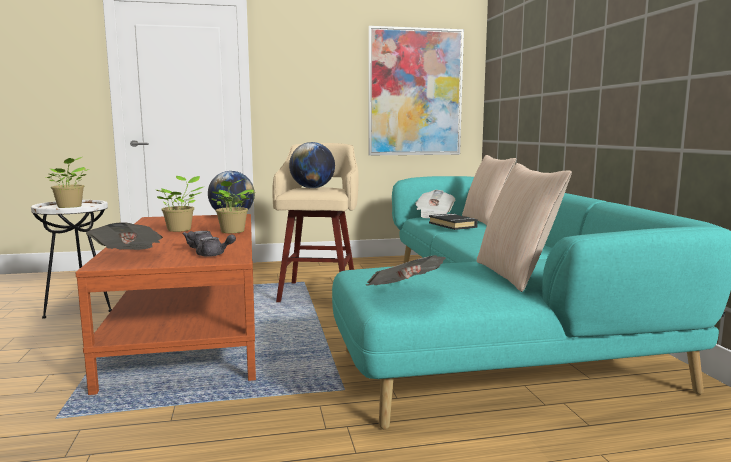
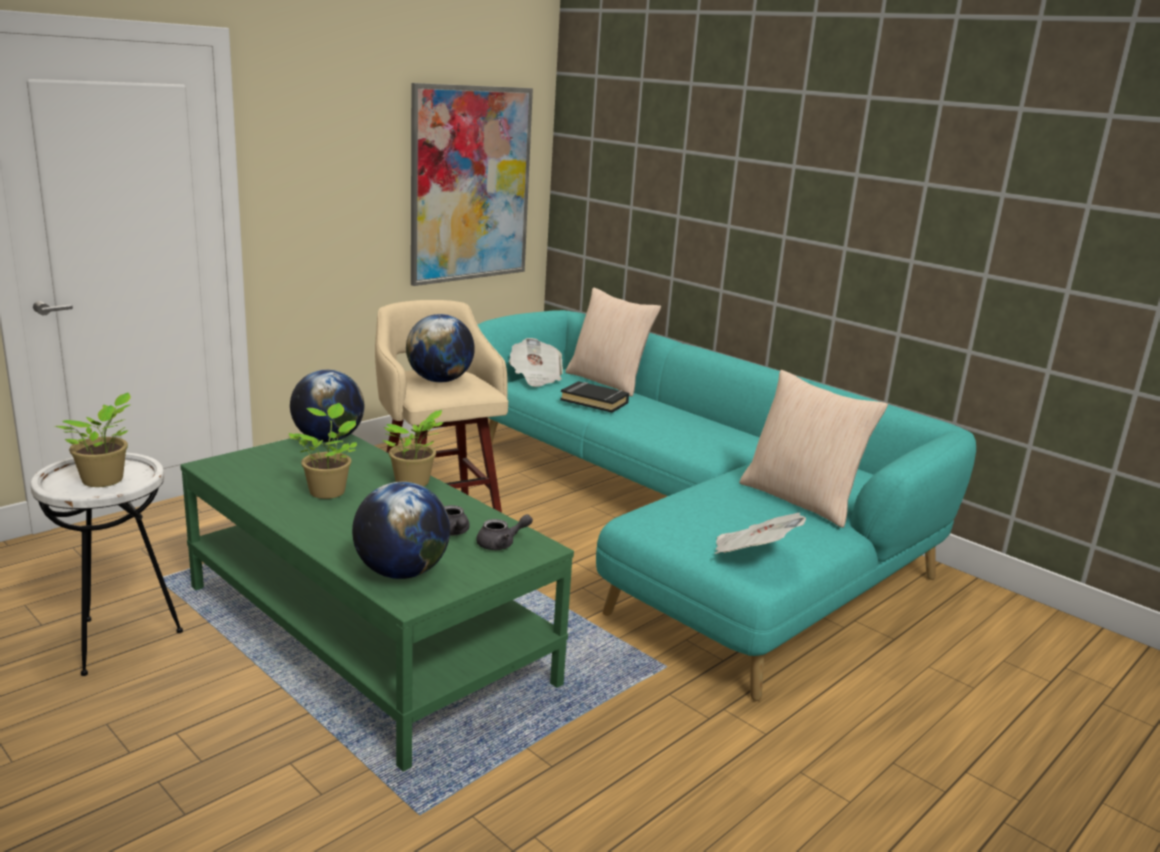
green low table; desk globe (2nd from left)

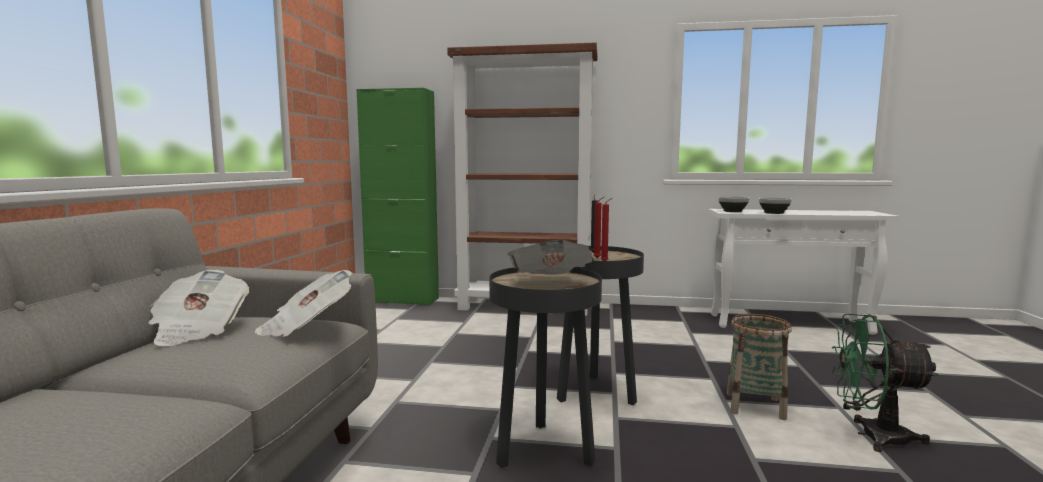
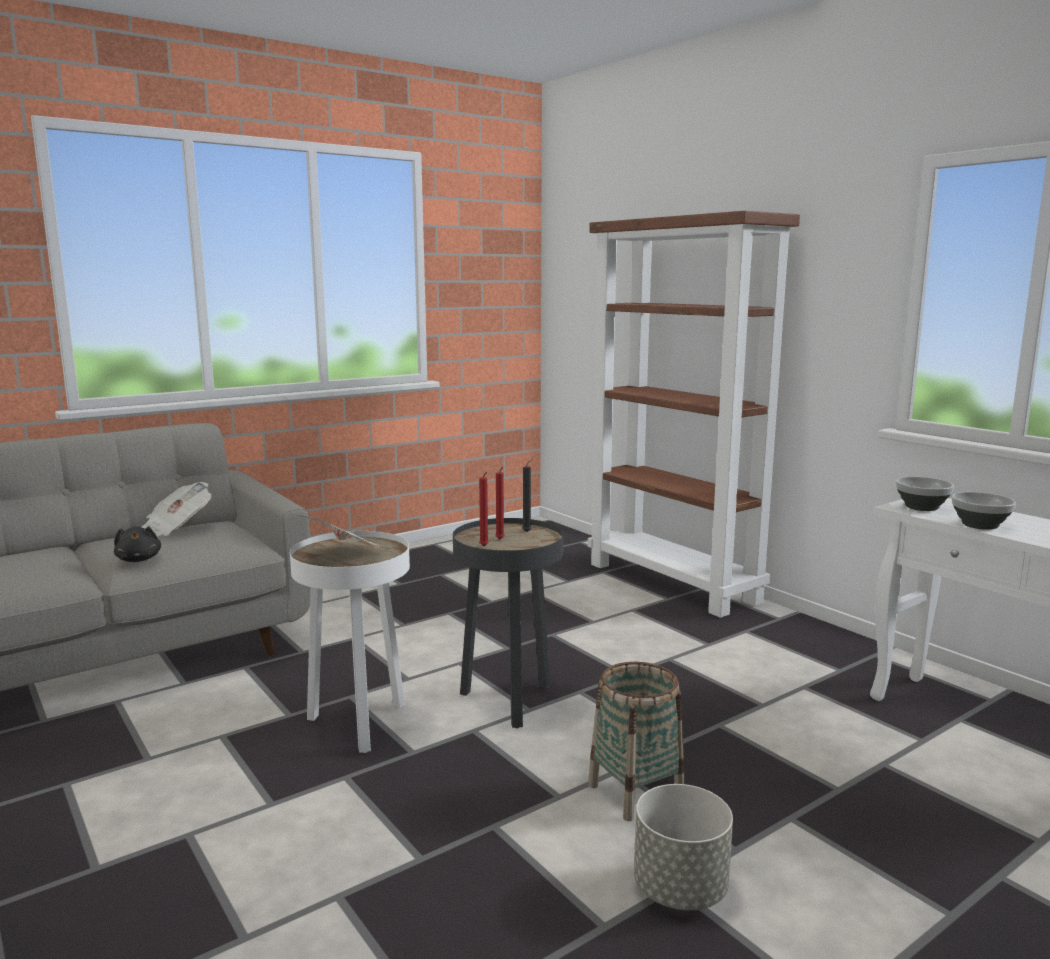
green cupboard; white accent table; printed paper (2nd from left in the first image); grey planter; blackish soft toy

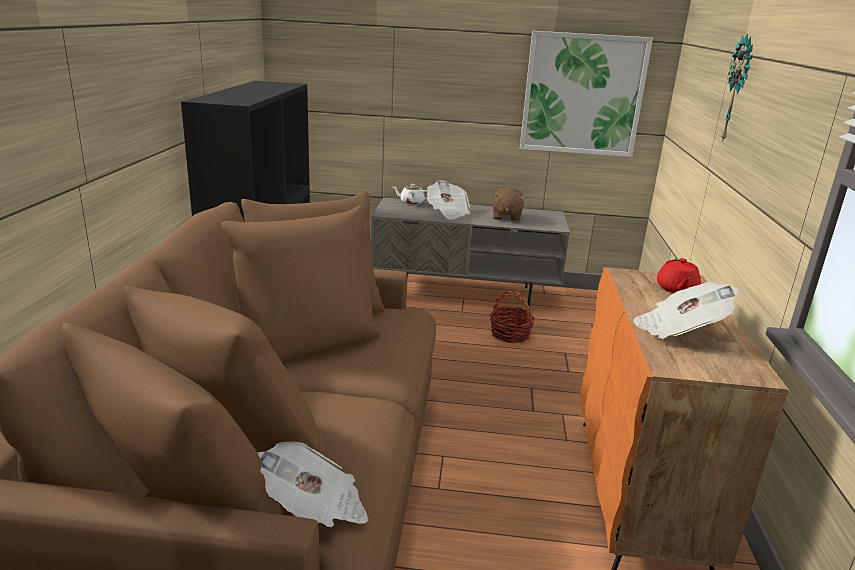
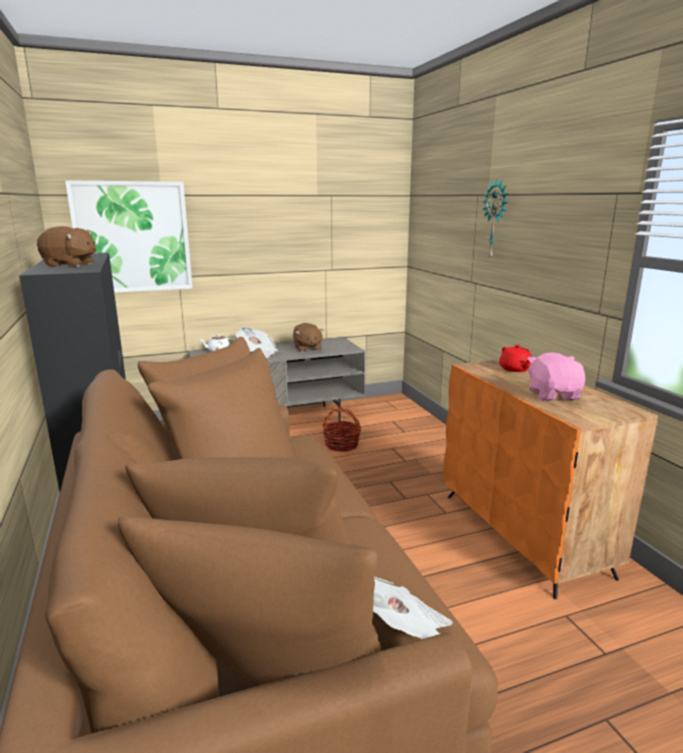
picture; pink-coloured soft toy; brownish soft toy (1st from left)

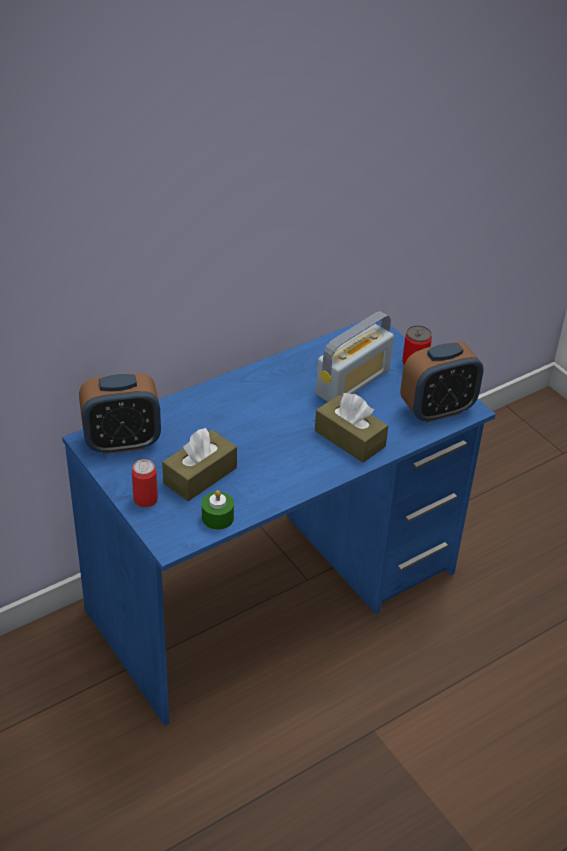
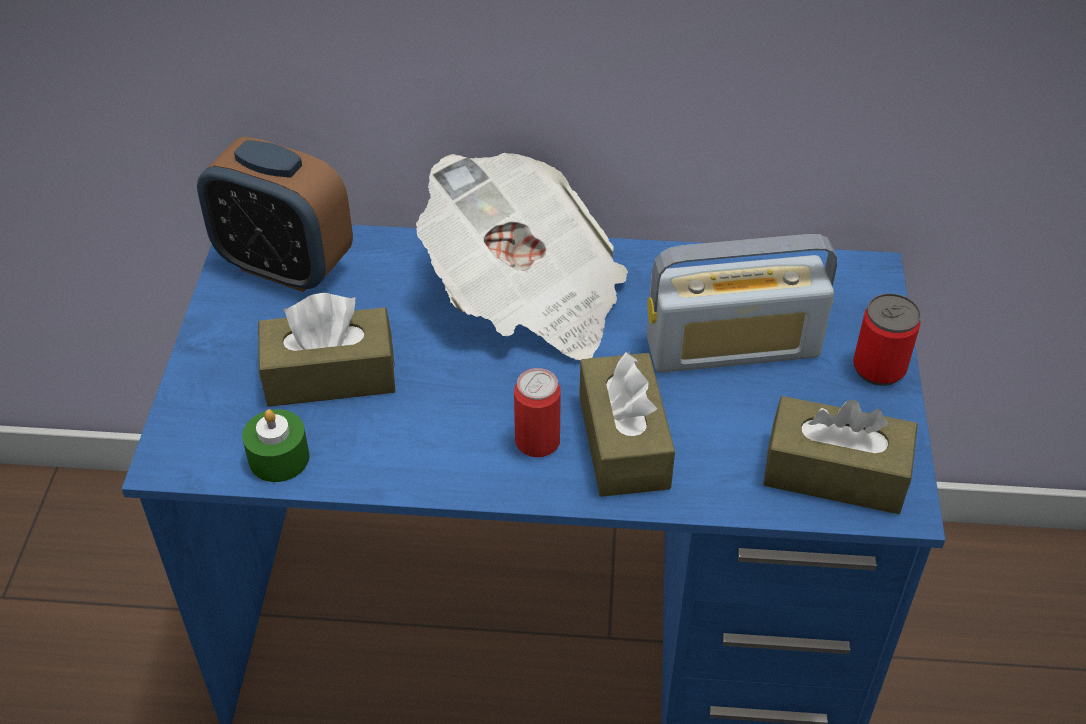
brownish tissue holder (3rd from left); sealed can (1st from left); printed paper

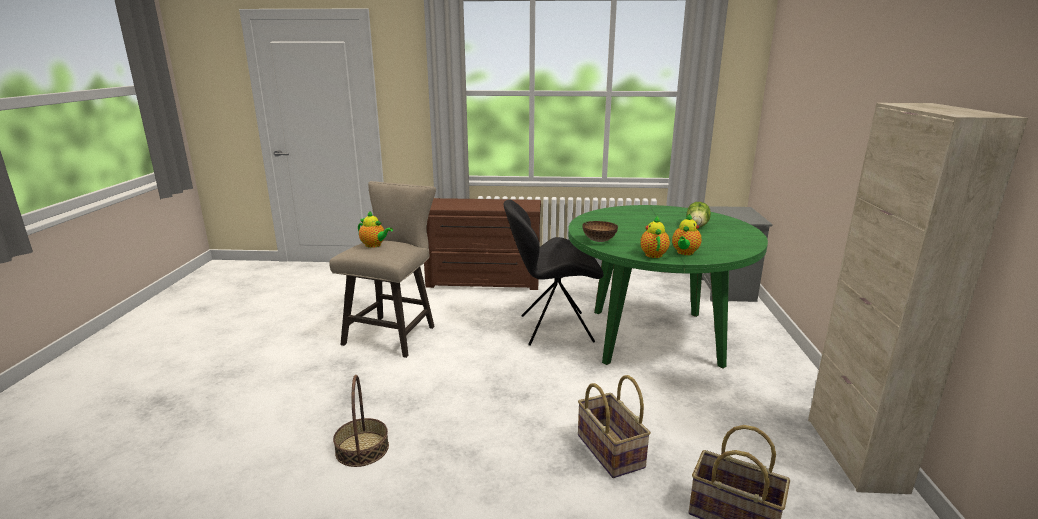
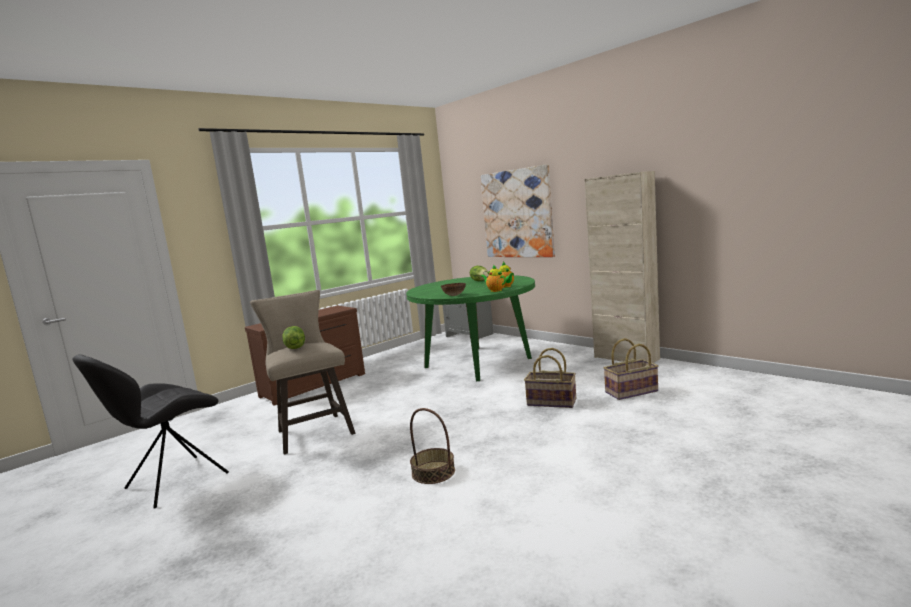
blackish plain chair; head of lettuce (1st from left); picture

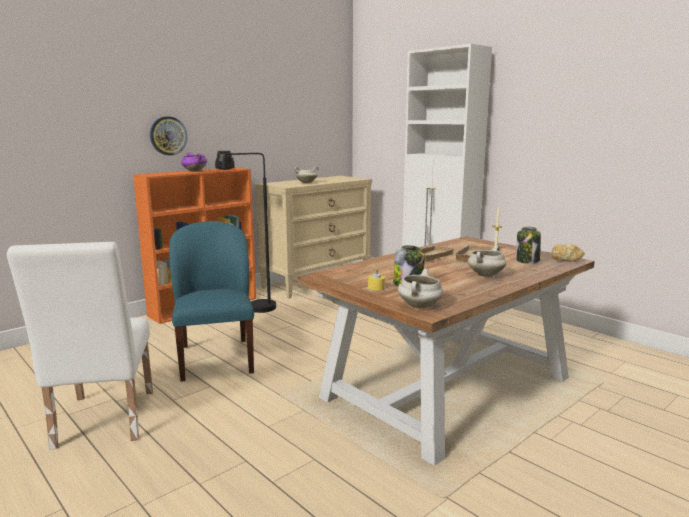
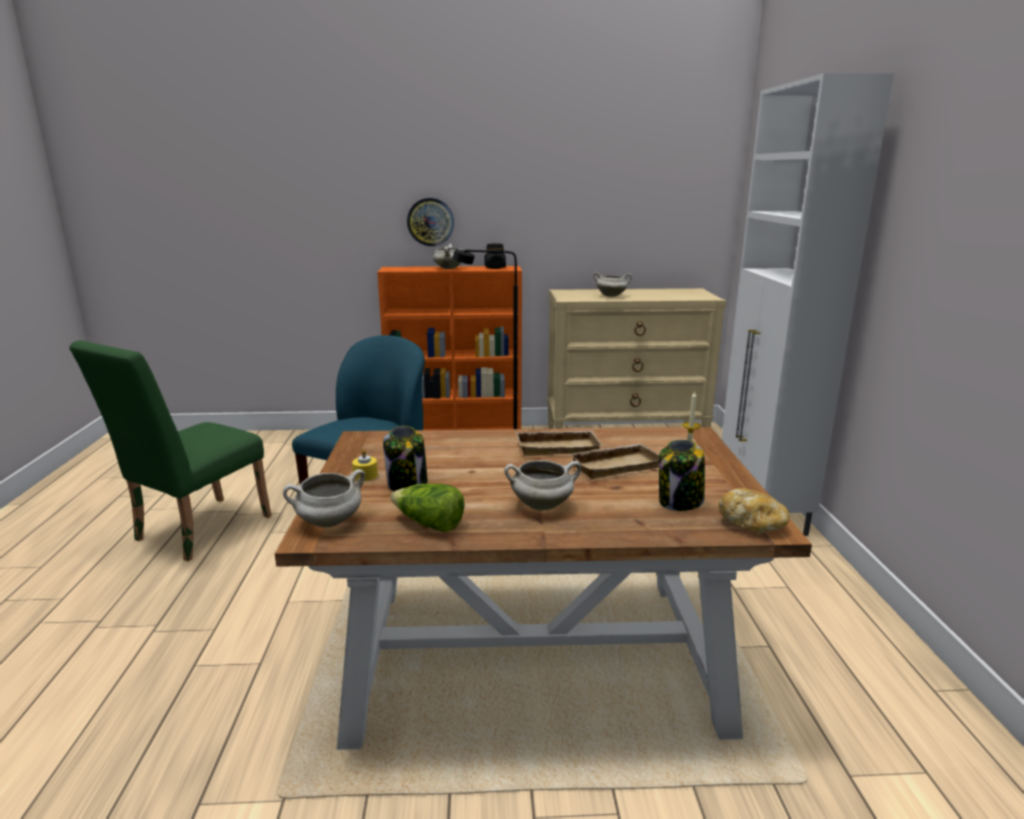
white saucepot (2nd from left); green plain chair; head of lettuce

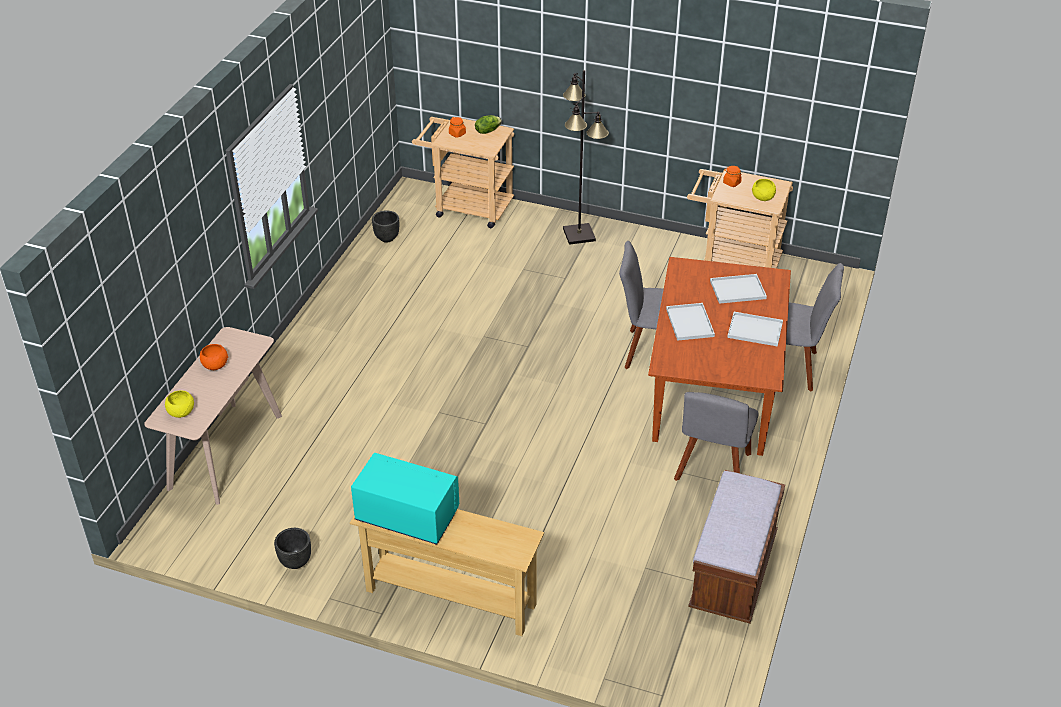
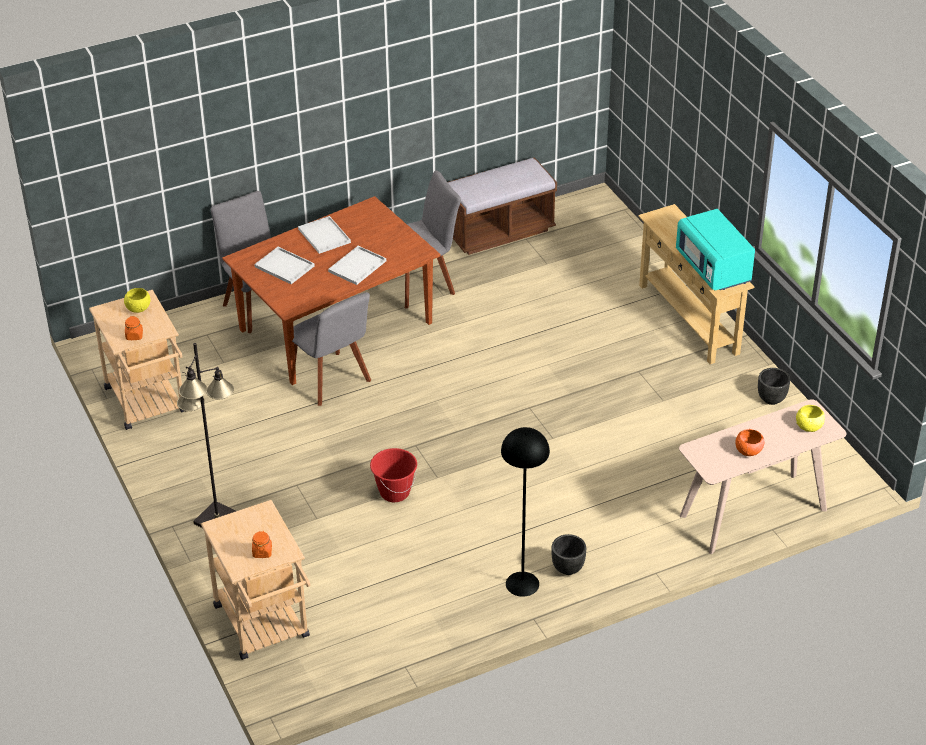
head of lettuce; blackish planter (1st from left); blackish standard lamp (2nd from left); red-coloured pail

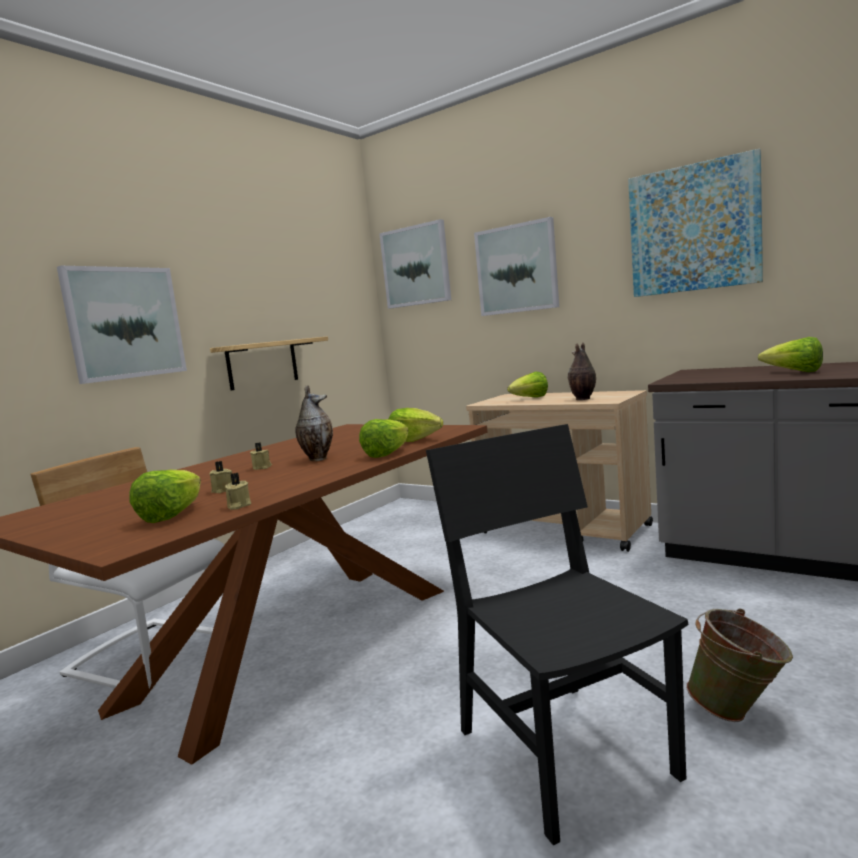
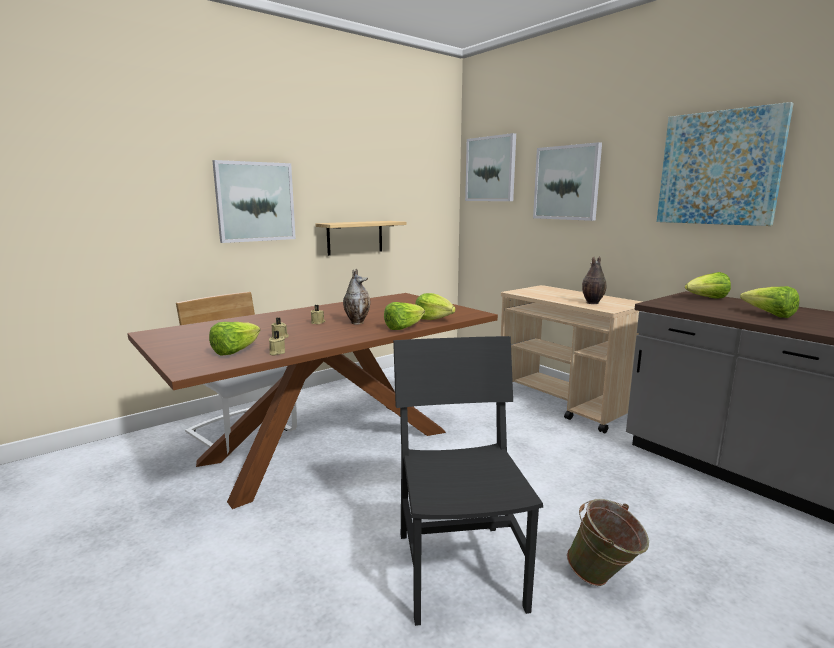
head of lettuce (4th from left)

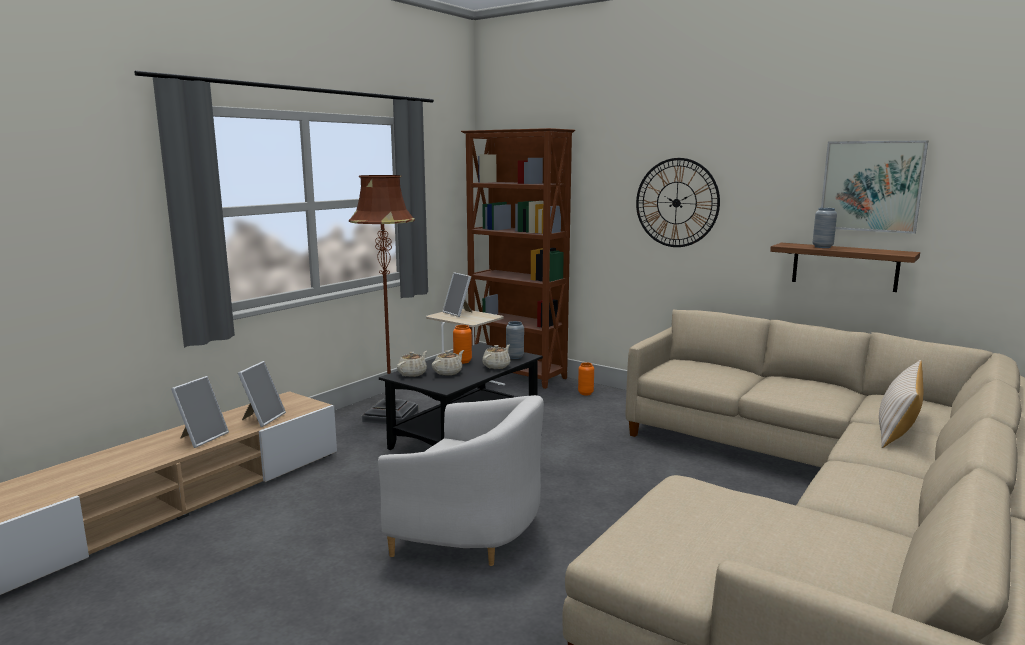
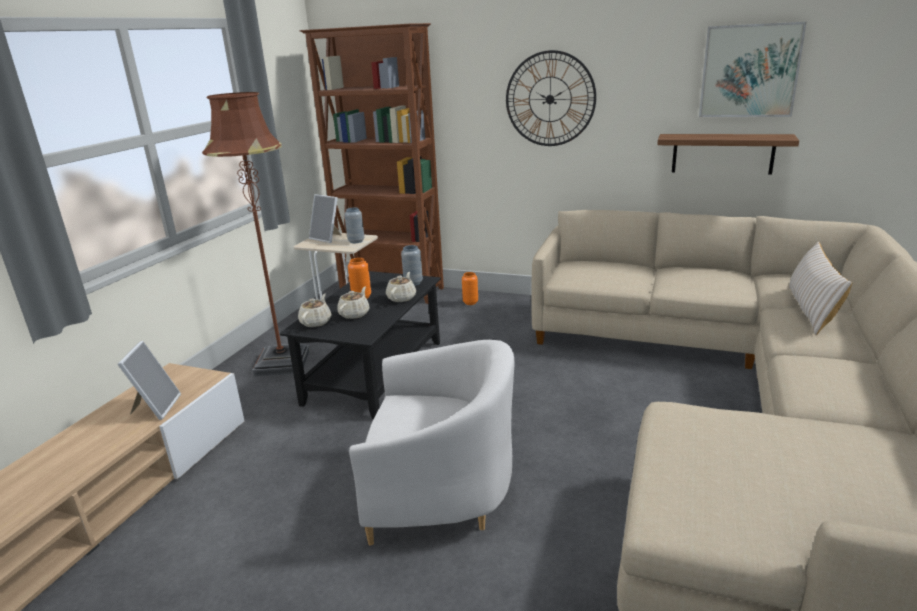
grey flower vase (1st from left); picture frame (1st from left in the first image)

